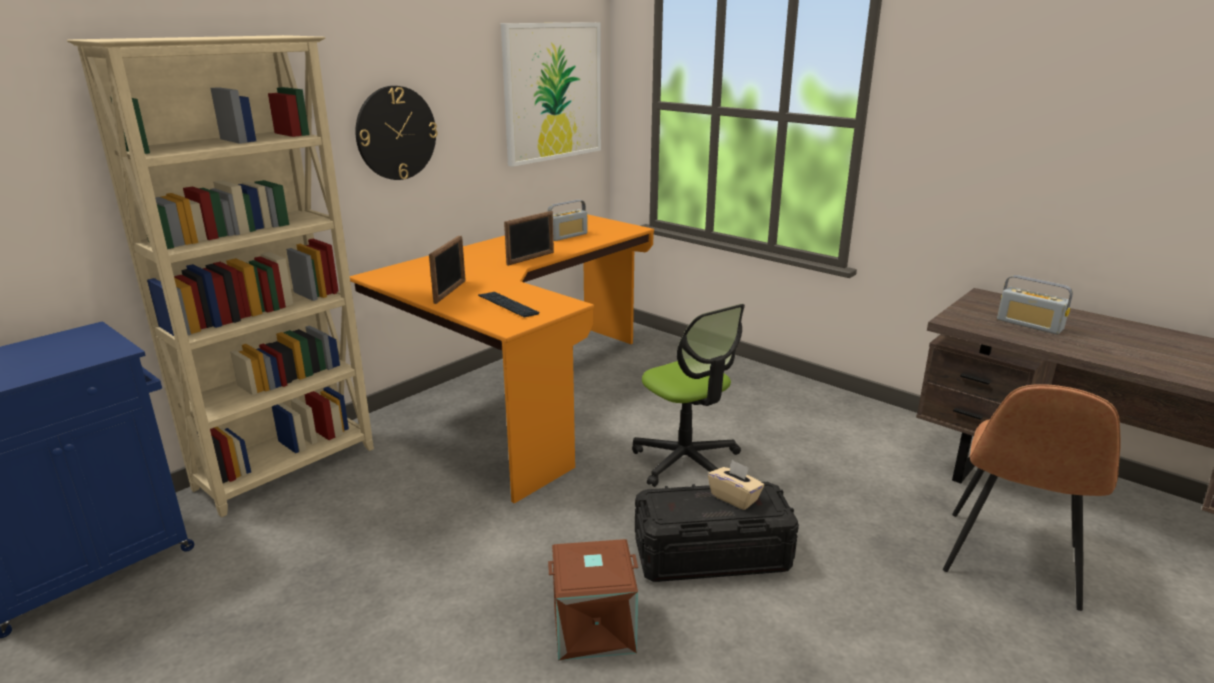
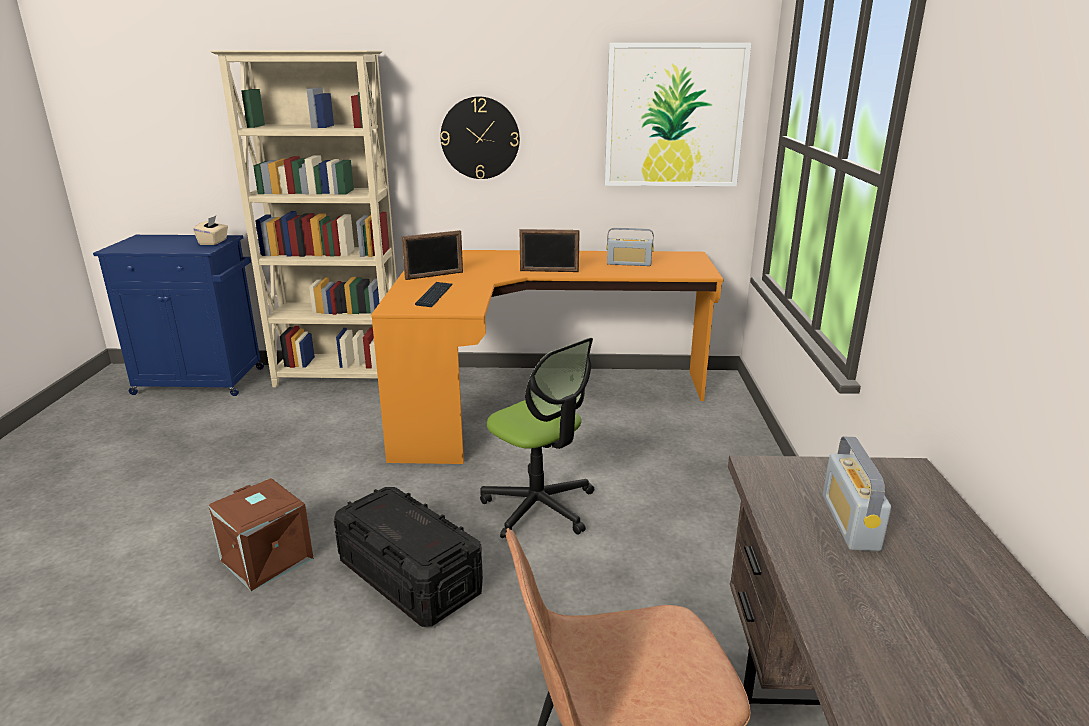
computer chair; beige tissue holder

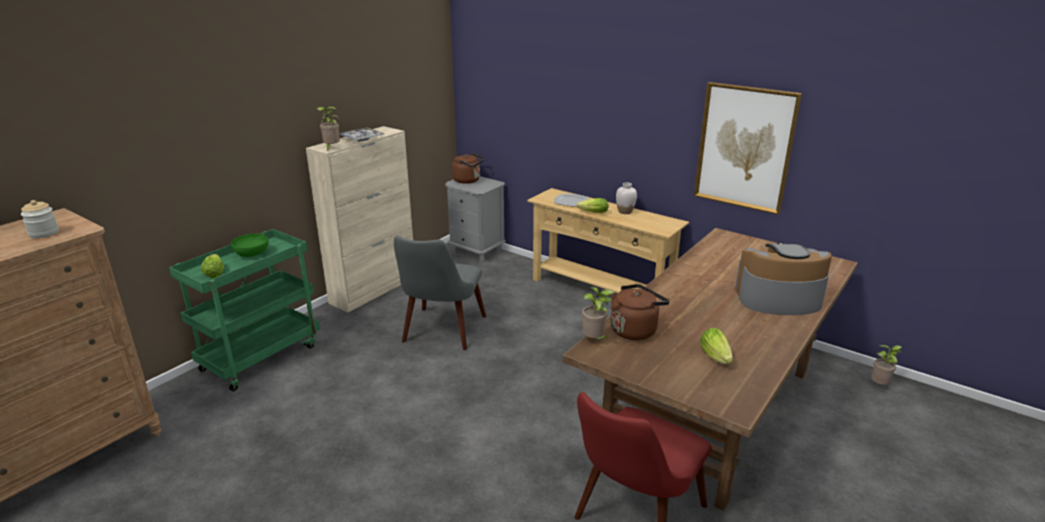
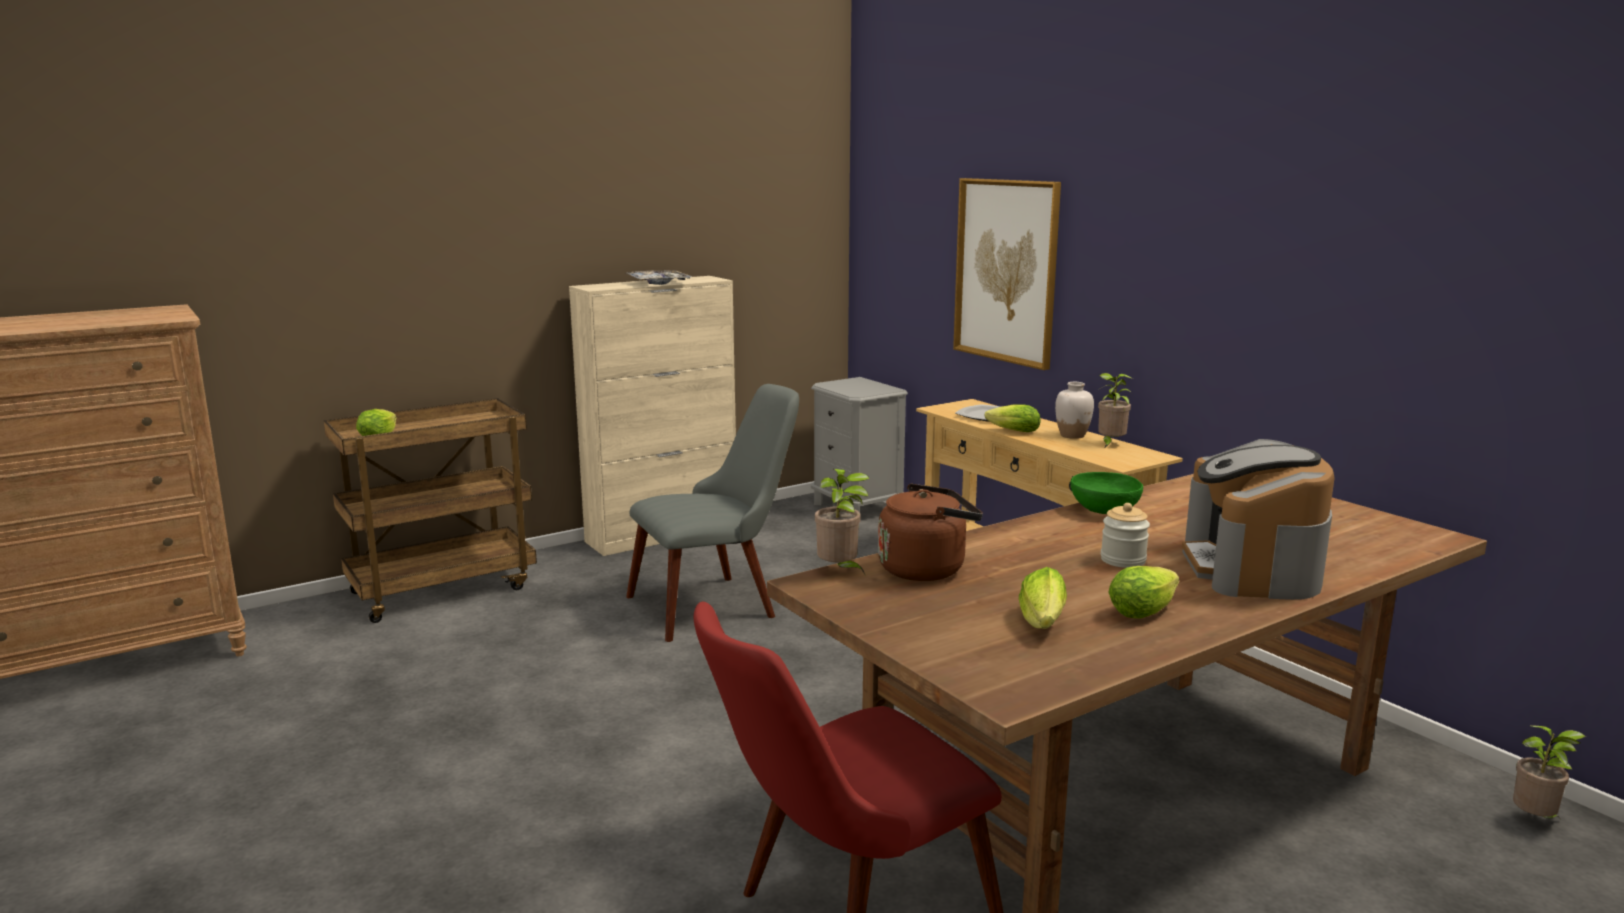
picture; plant in a pot (2nd from left); brownish water kettle (1st from left in the first image); storage jar; brownish wheeled cart; green bowl; grey plain chair; coffee machine; head of lettuce (4th from left)

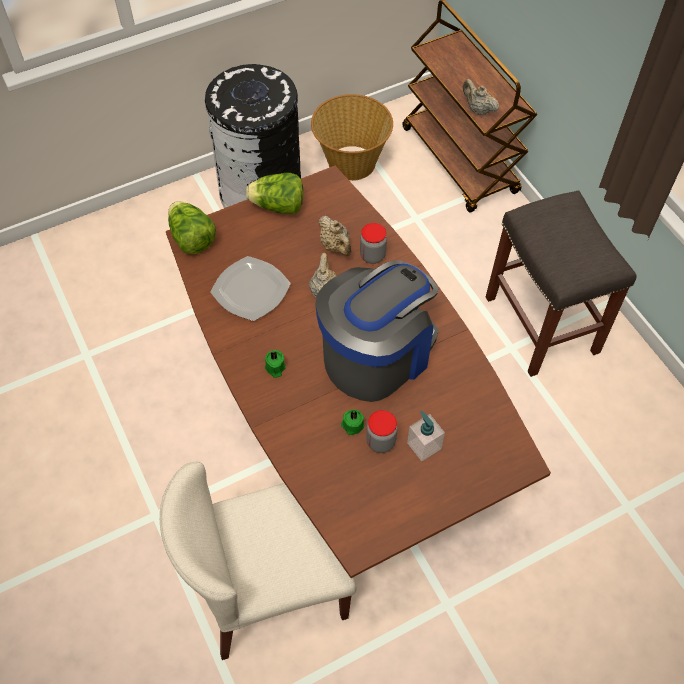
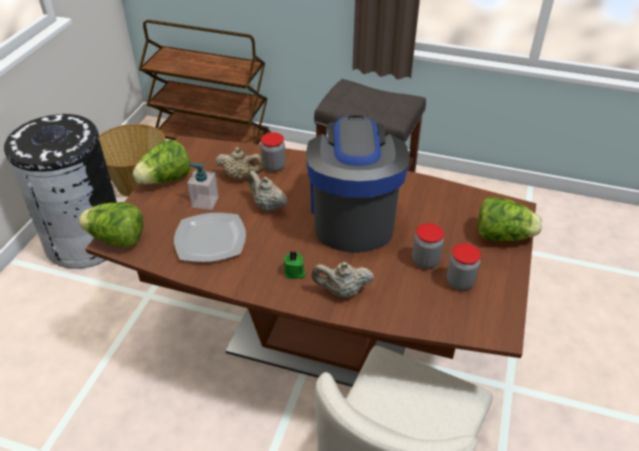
beige teapot (3rd from left); green candle (2nd from left in the first image); soap bottle; head of lettuce (3rd from left); storage jar (3rd from left)

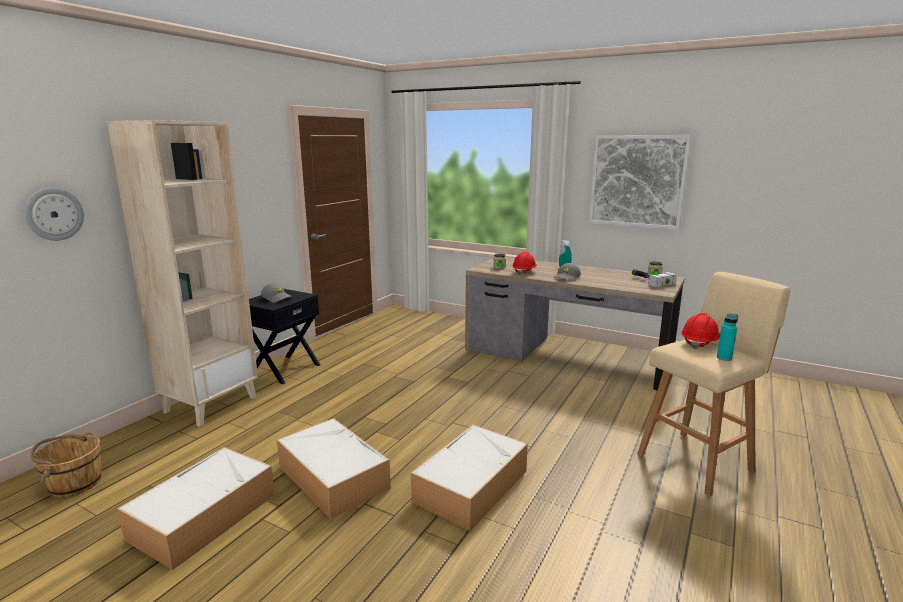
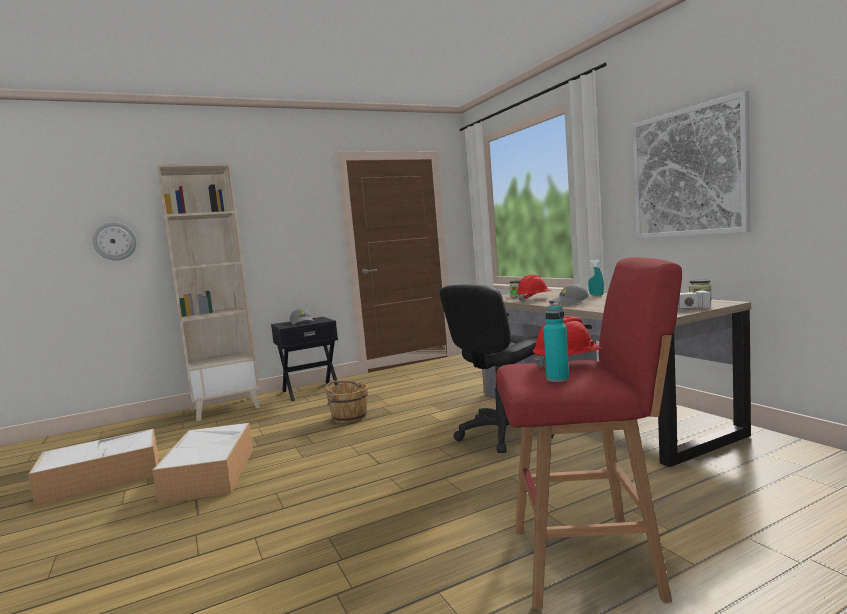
red-coloured stool; storage bin (3rd from left in the first image); brownish pail; blackish computer chair

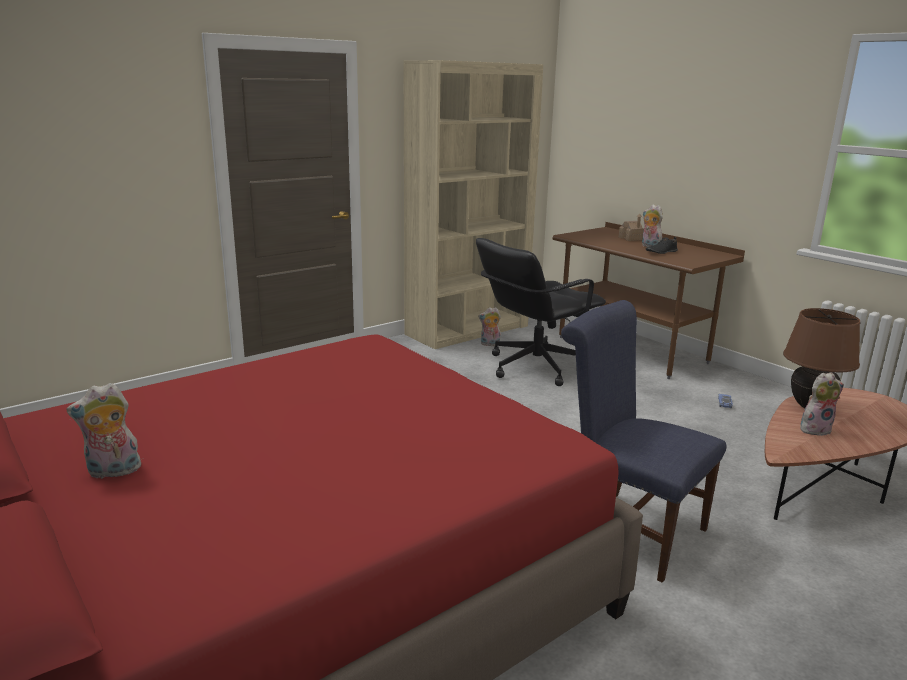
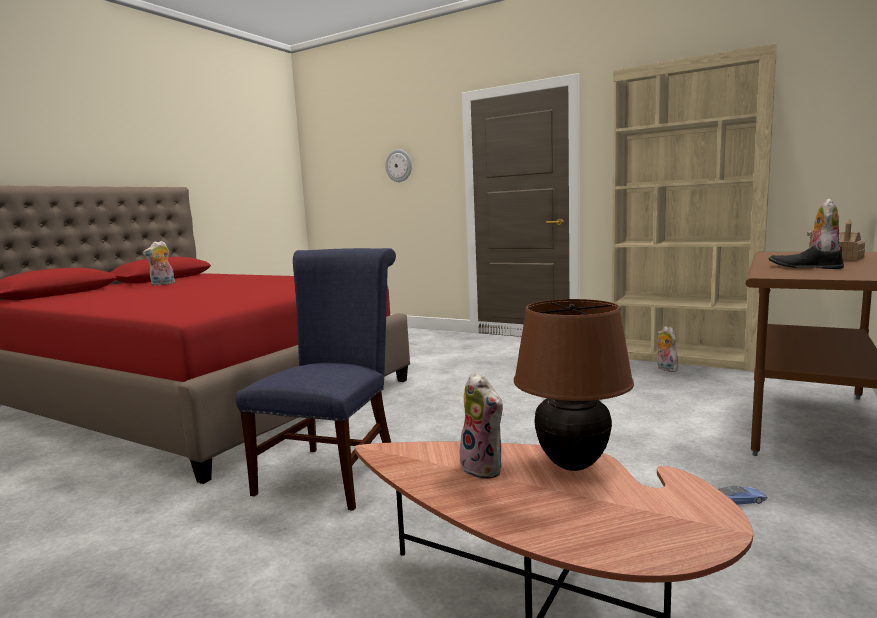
blackish computer chair; soft toy (1st from left); hanging clock

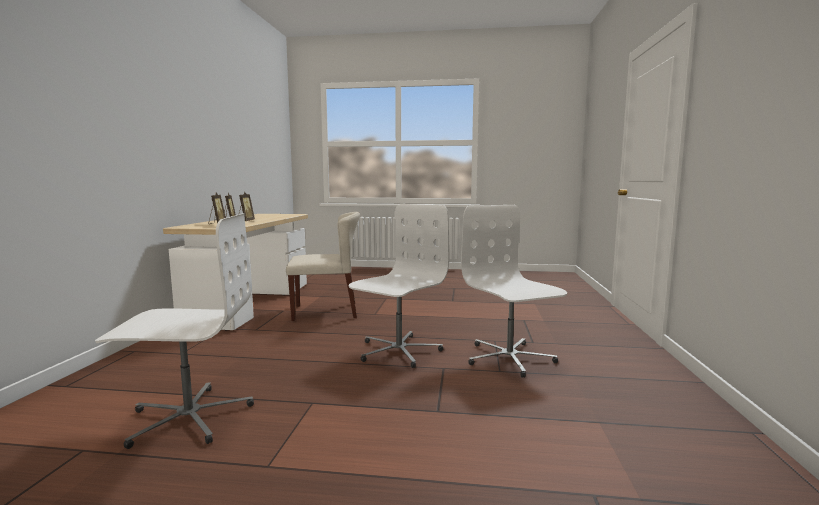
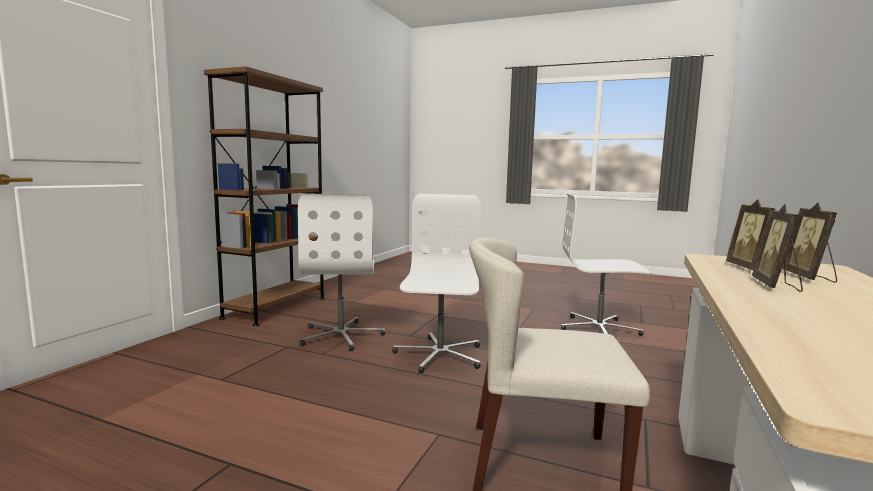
white computer chair (2nd from left); brownish bookshelf

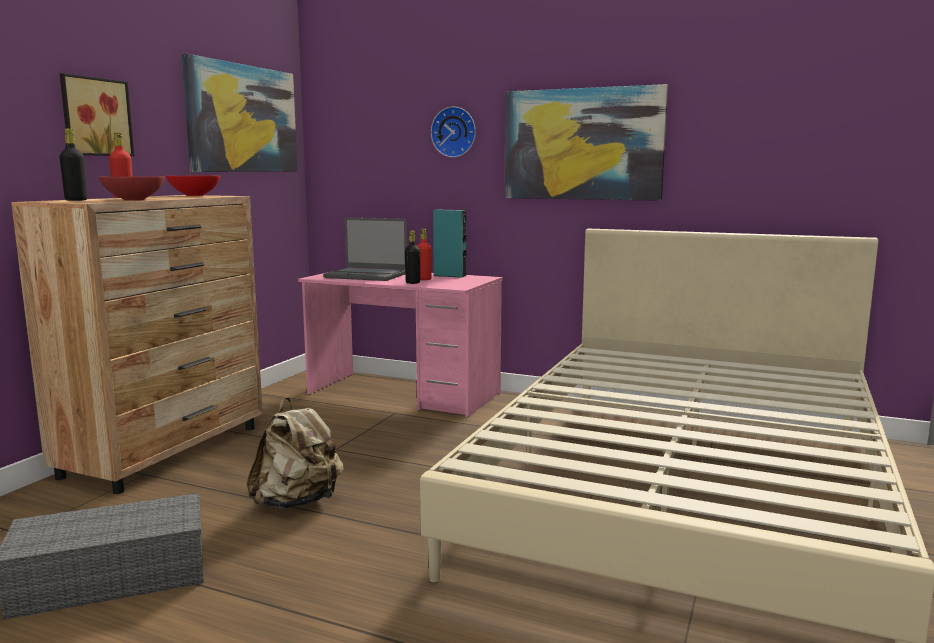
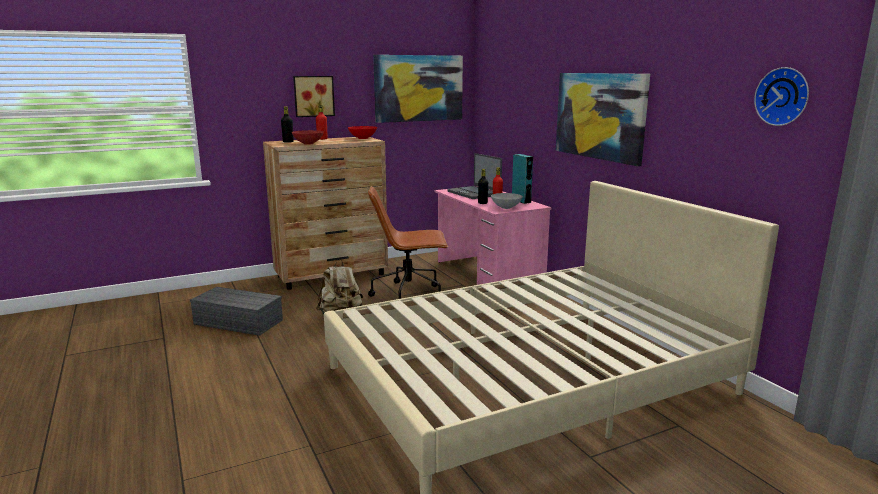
hanging clock; brownish computer chair; grey bowl

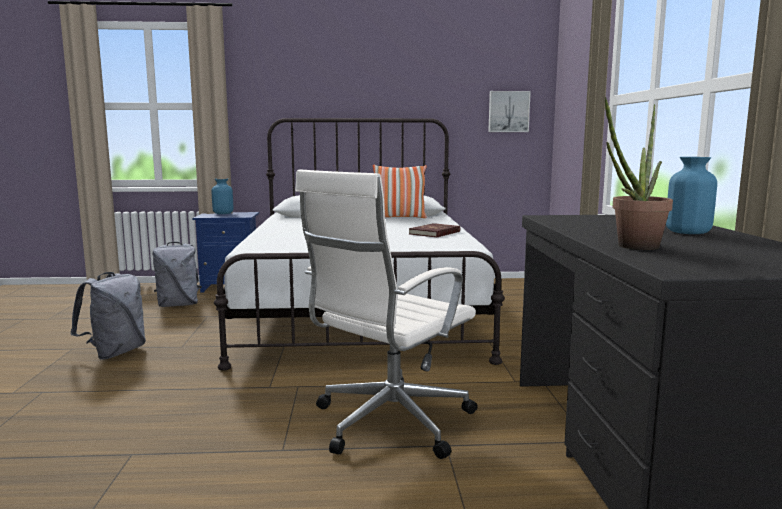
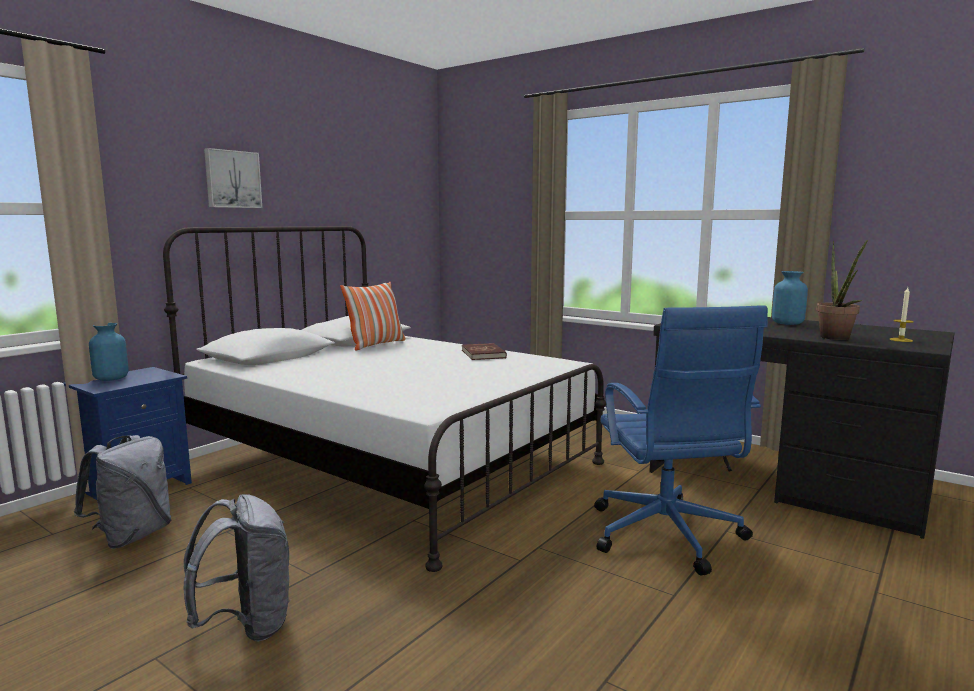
picture; blue computer chair; candle

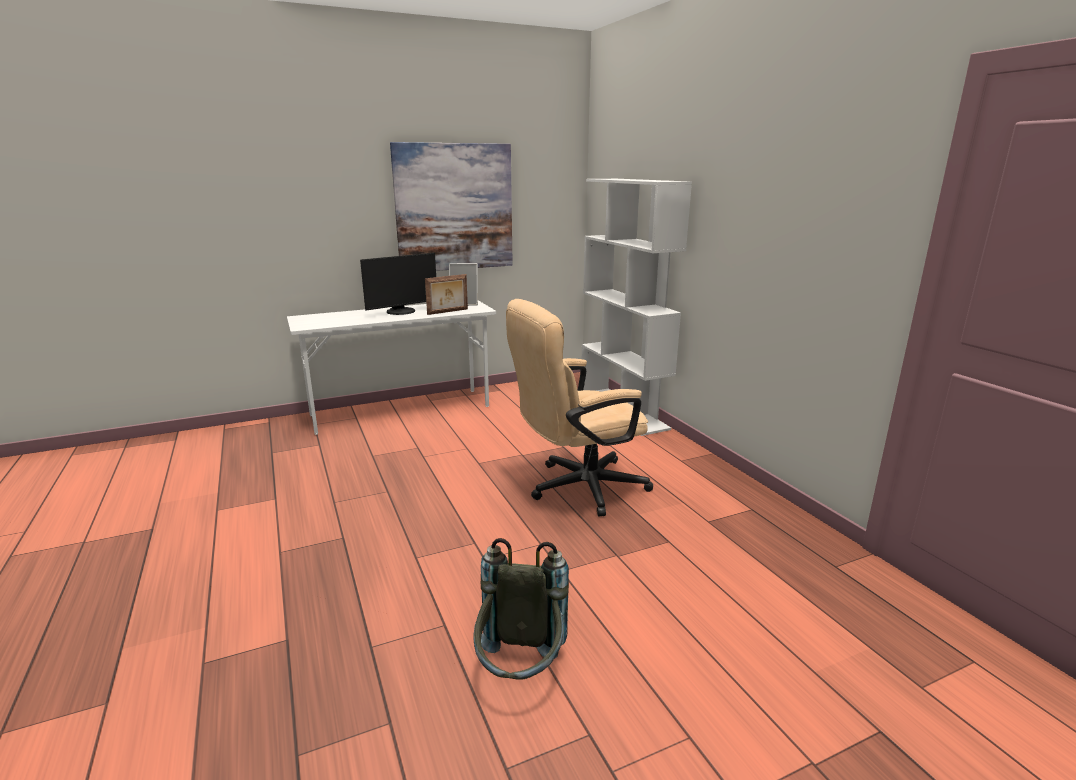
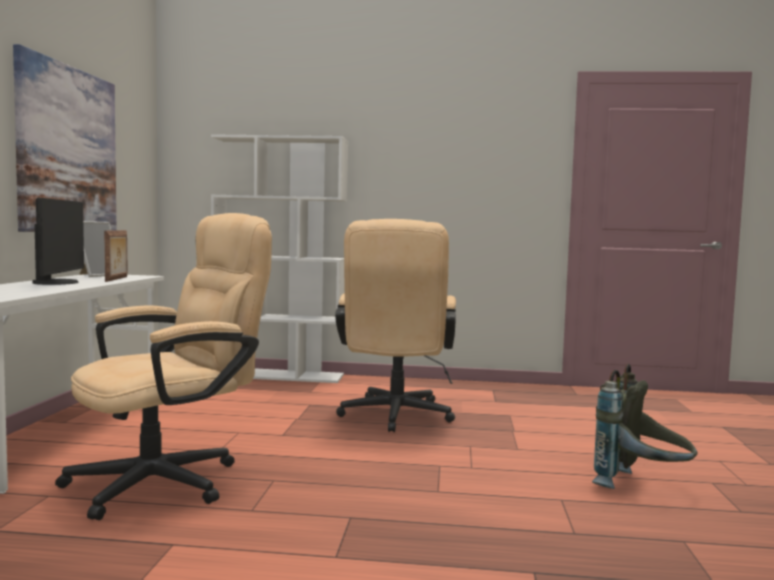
beige computer chair (1st from left)

